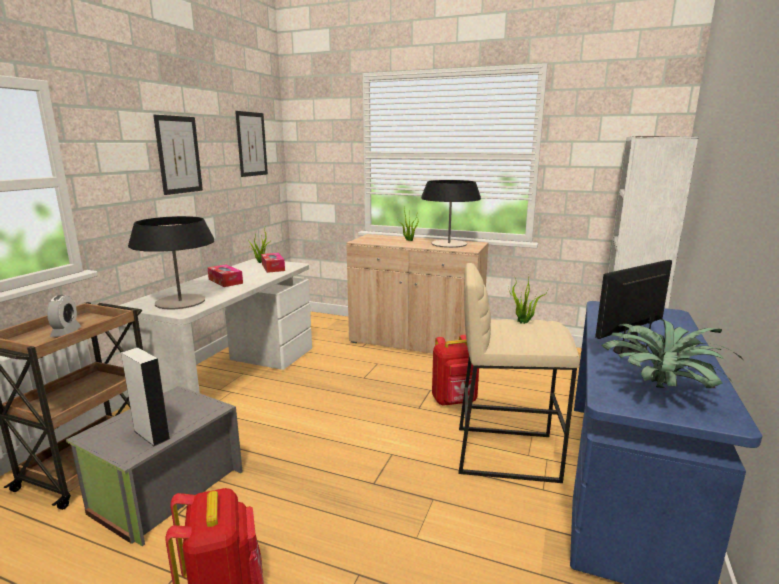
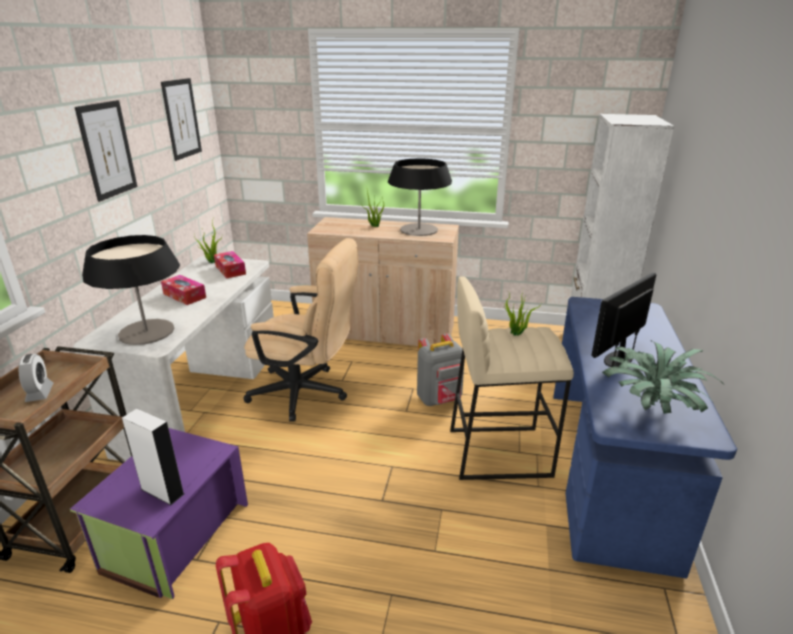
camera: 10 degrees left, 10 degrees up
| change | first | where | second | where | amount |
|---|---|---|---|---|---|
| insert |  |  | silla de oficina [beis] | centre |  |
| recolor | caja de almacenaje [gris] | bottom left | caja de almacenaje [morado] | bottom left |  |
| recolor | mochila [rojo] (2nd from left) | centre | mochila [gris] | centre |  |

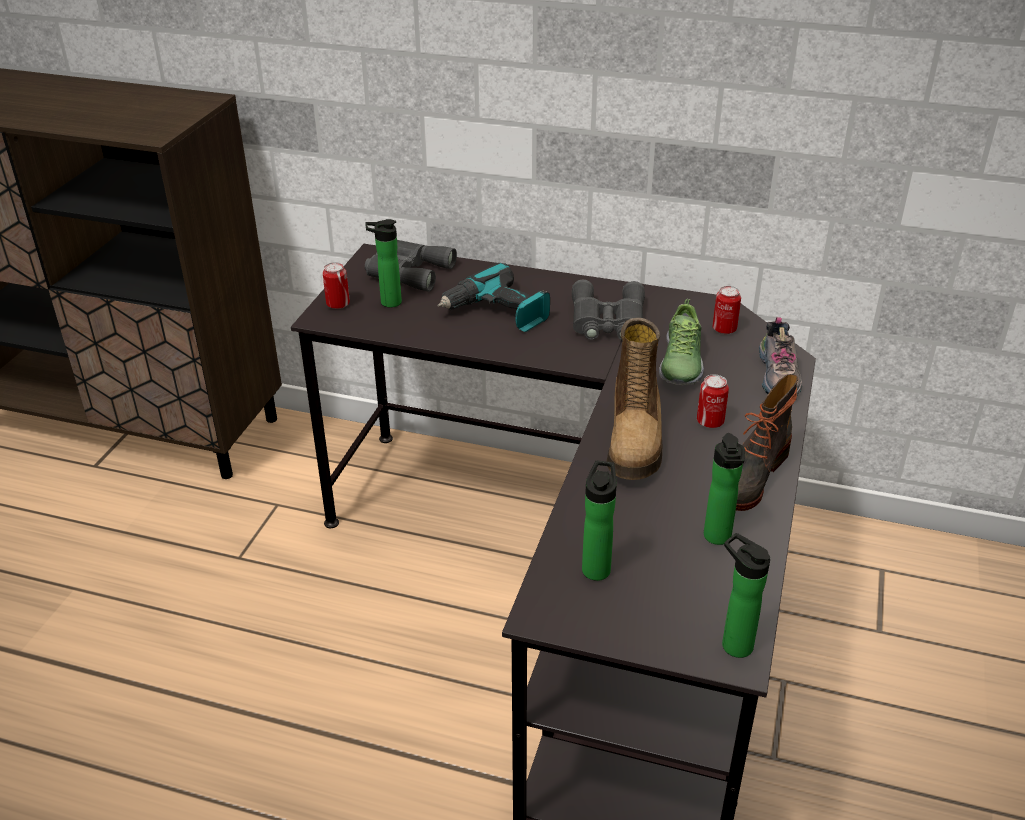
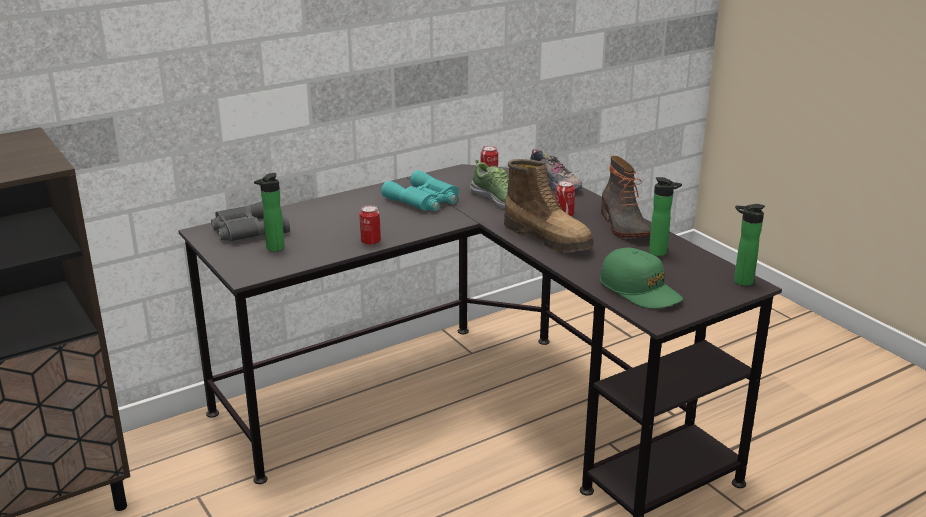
camera: 50 degrees left, 10 degrees down
| change | first | where | second | where | amount |
|---|---|---|---|---|---|
| delete | taladro | centre |  |  |  |
| move | lata (1st from left) | middle left |  | centre |  |
| replace | botella (2nd from left) | centre | gorra [verde] | middle right |  |
| recolor | prismáticos [gris] (2nd from left) | centre | prismáticos [turquesa] | centre |  |

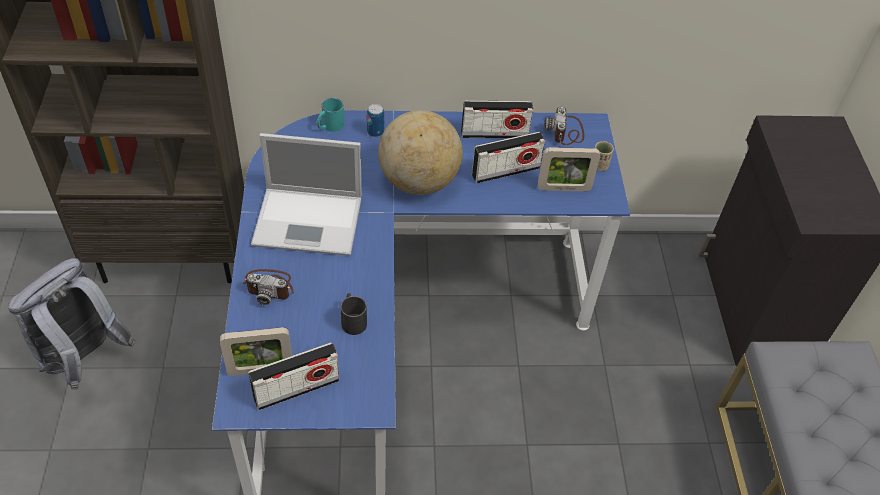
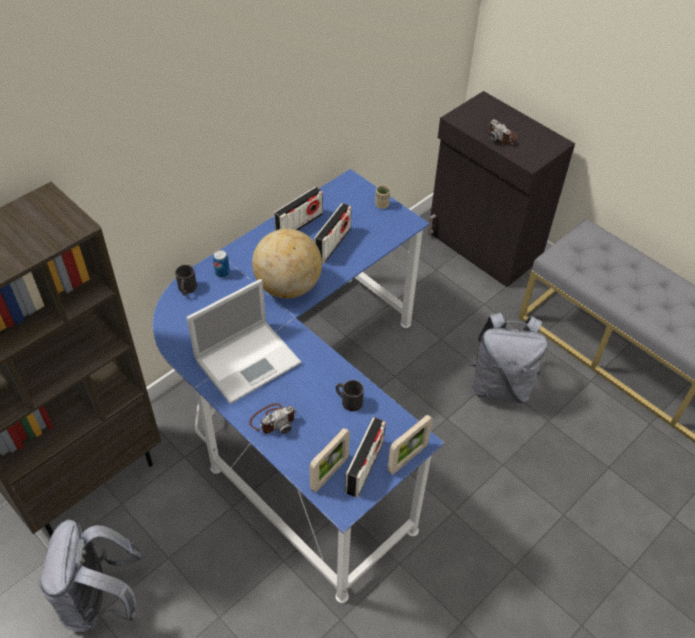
camera: 40 degrees left, 0 degrees up
| change | first | where | second | where | amount |
|---|---|---|---|---|---|
| insert |  |  | mochila [gris] (2nd from left) | middle right |  |
| move | portarretratos (2nd from left) | centre |  | bottom centre |  |
| move | cámara (2nd from left) | top centre |  | top right |  |
| recolor | taza grande [turquesa] | top centre | taza grande [negro] (1st from left) | middle left |  |

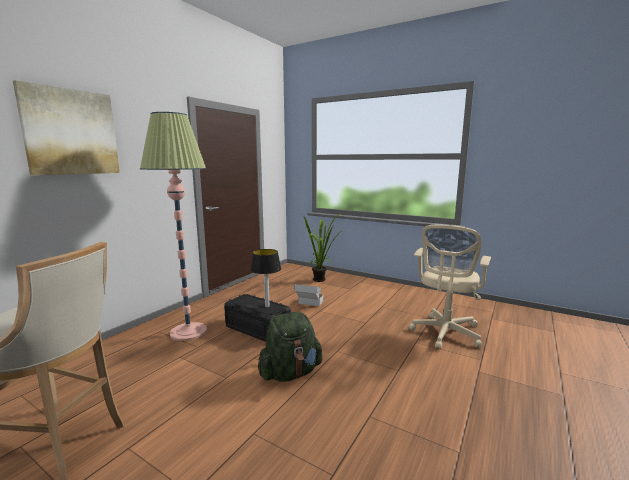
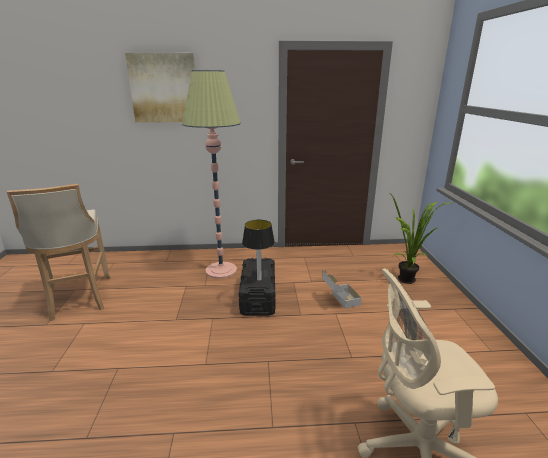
camera: 55 degrees right, 10 degrees up
| change | first | where | second | where | amount |
|---|---|---|---|---|---|
| delete | mochila [verde] | bottom centre |  |  |  |

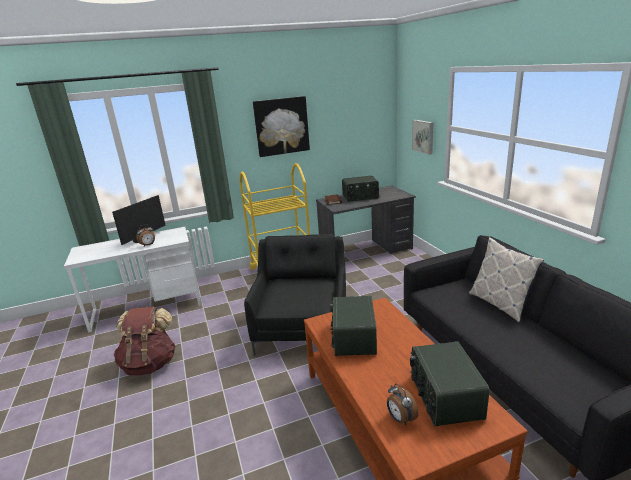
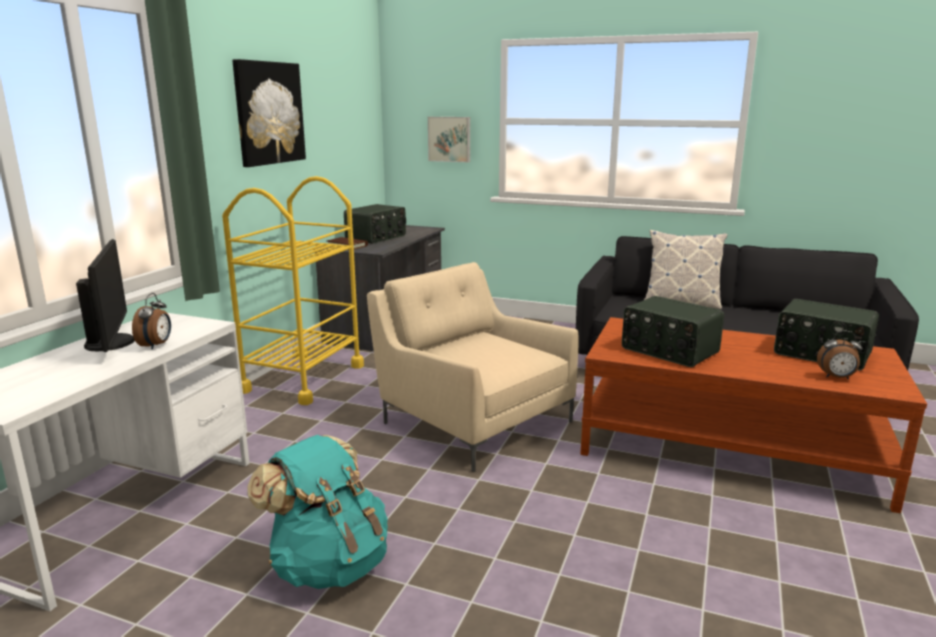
camera: 50 degrees left, 5 degrees down
| change | first | where | second | where | amount |
|---|---|---|---|---|---|
| recolor | mochila [marrón] | bottom left | mochila [turquesa] | bottom centre |  |
| recolor | sillón [negro] | centre | sillón [beis] | centre |  |

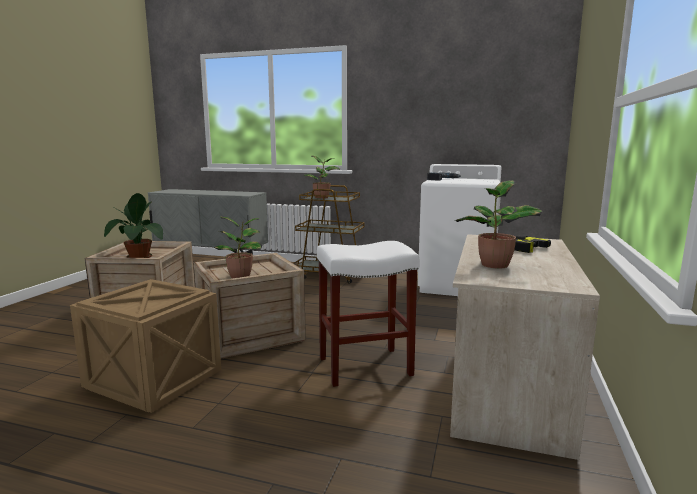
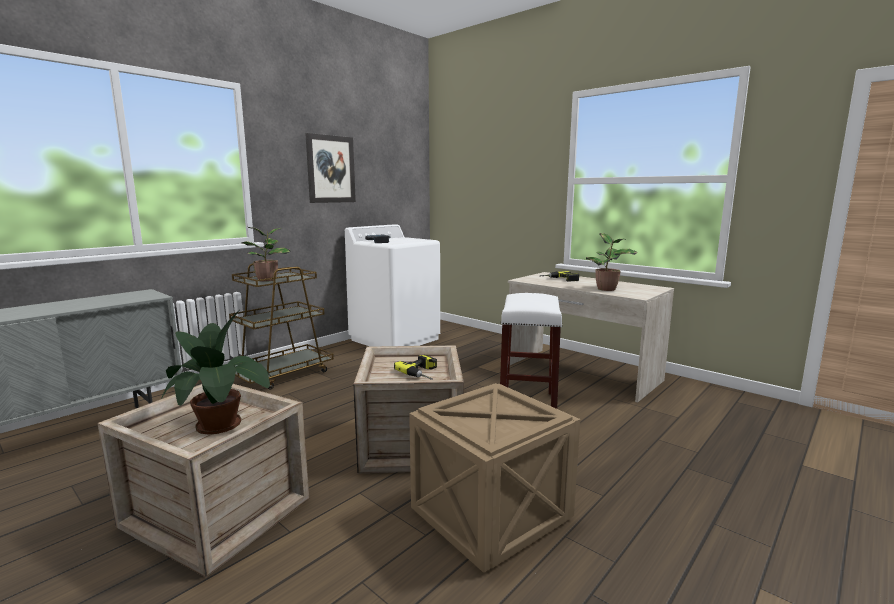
camera: 65 degrees left, 0 degrees up
| change | first | where | second | where | amount |
|---|---|---|---|---|---|
| insert |  |  | cuadro | top centre |  |
| replace | planta en maceta (2nd from left) | centre | taladro (2nd from left) | centre |  |

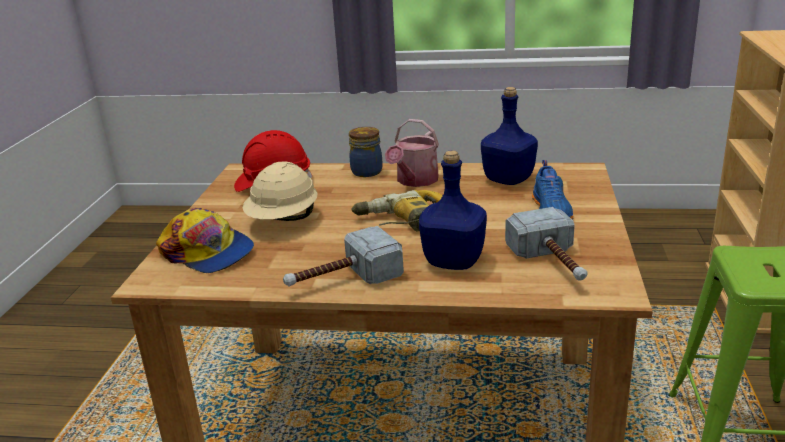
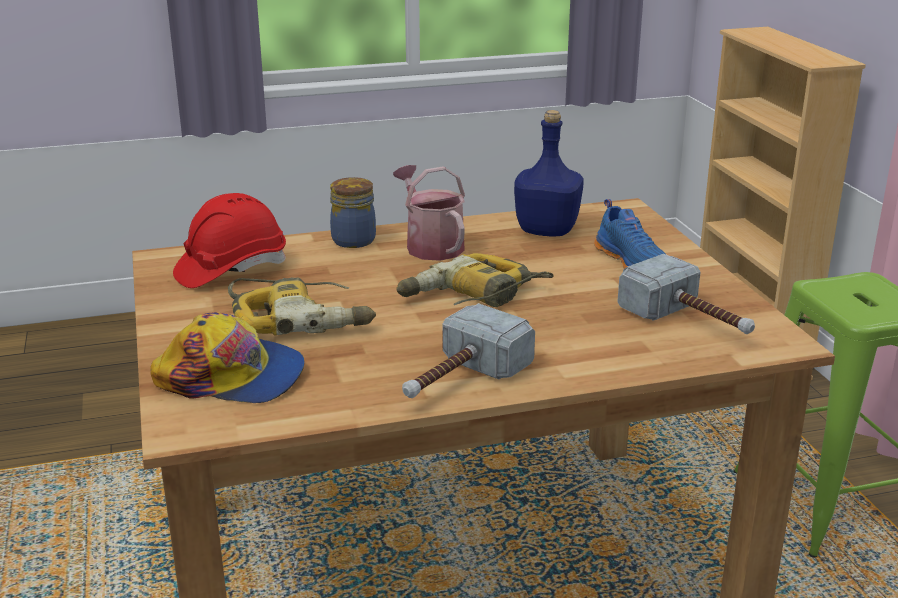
camera: 25 degrees left, 0 degrees up
| change | first | where | second | where | amount |
|---|---|---|---|---|---|
| delete | botella [azul] (1st from left) | centre |  |  |  |
| replace | casco [beis] | centre | taladro (1st from left) | centre |  |
| rotate | regadera | centre |  | centre | 150 degrees clockwise |

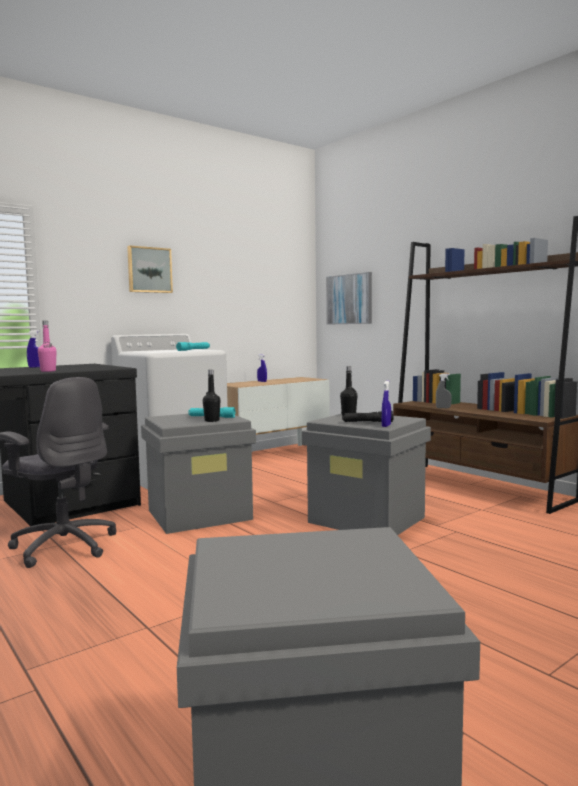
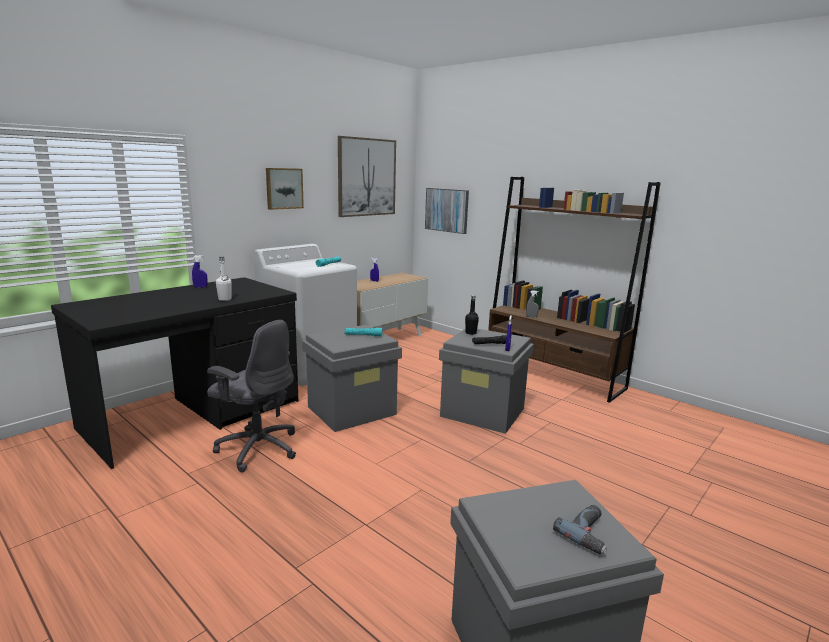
camera: 10 degrees left, 10 degrees up
| change | first | where | second | where | amount |
|---|---|---|---|---|---|
| delete | botella [negro] (1st from left) | centre |  |  |  |
| insert |  |  | cuadro (2nd from left) | top centre |  |
| insert |  |  | taladro | bottom right |  |
| recolor | botella [rosa] | middle left | botella [blanco] | middle left |  |

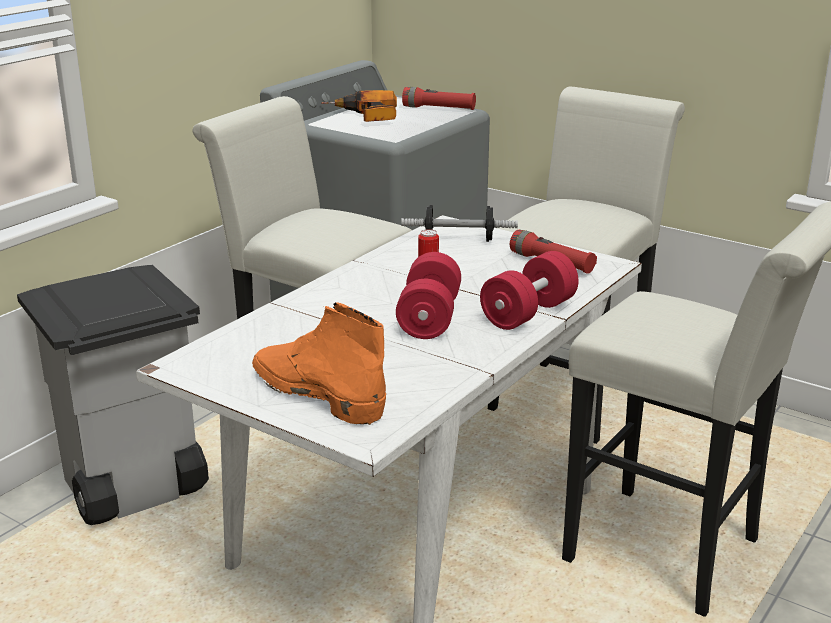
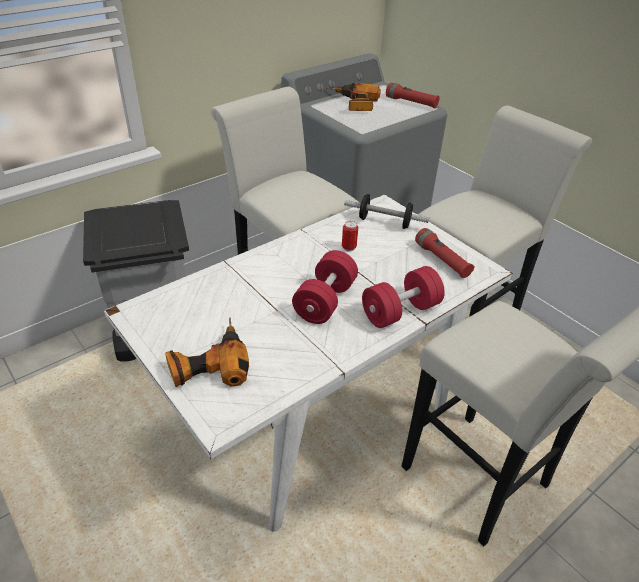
camera: 15 degrees right, 15 degrees up
| change | first | where | second | where | amount |
|---|---|---|---|---|---|
| replace | bota [naranja] | centre | taladro (1st from left) | middle left |  |

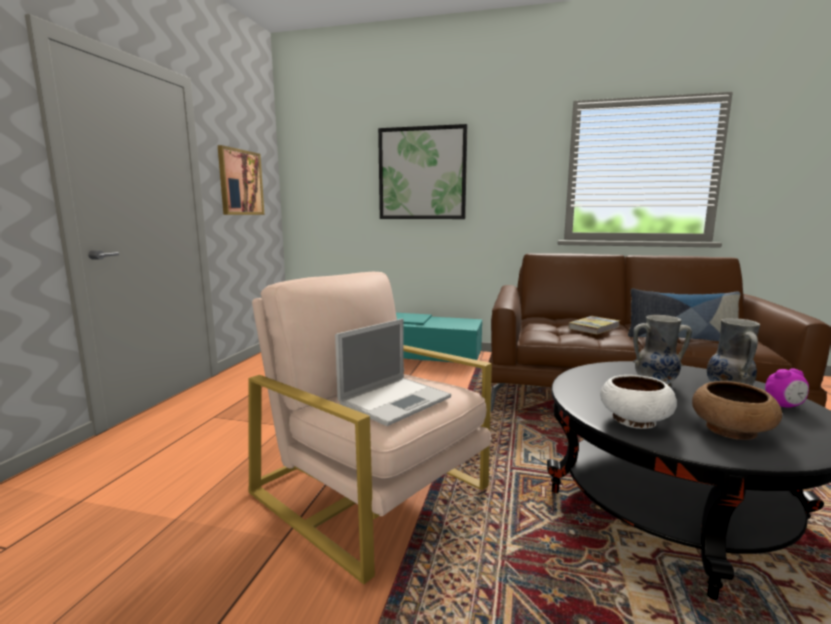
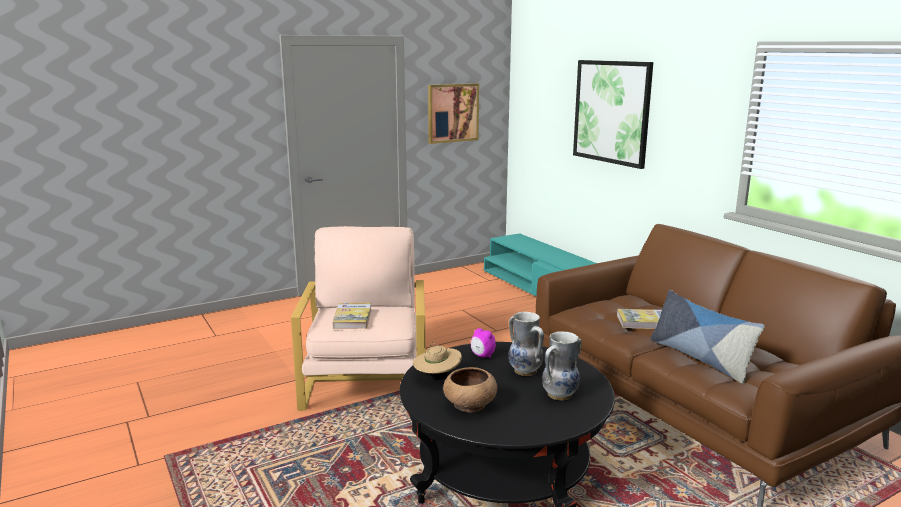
camera: 45 degrees right, 5 degrees up
| change | first | where | second | where | amount |
|---|---|---|---|---|---|
| move | despertador | middle right |  | bottom centre |  |
| replace | portátil | centre | libro (1st from left) | centre |  |
| replace | cuenco [blanco] | middle right | sombrero [beis] | bottom centre |  |

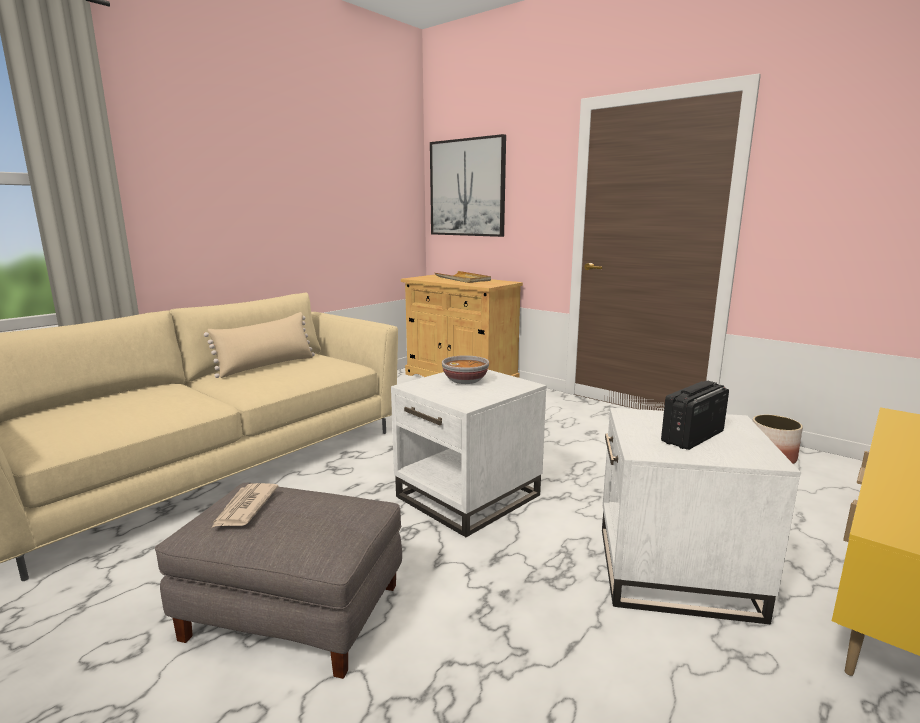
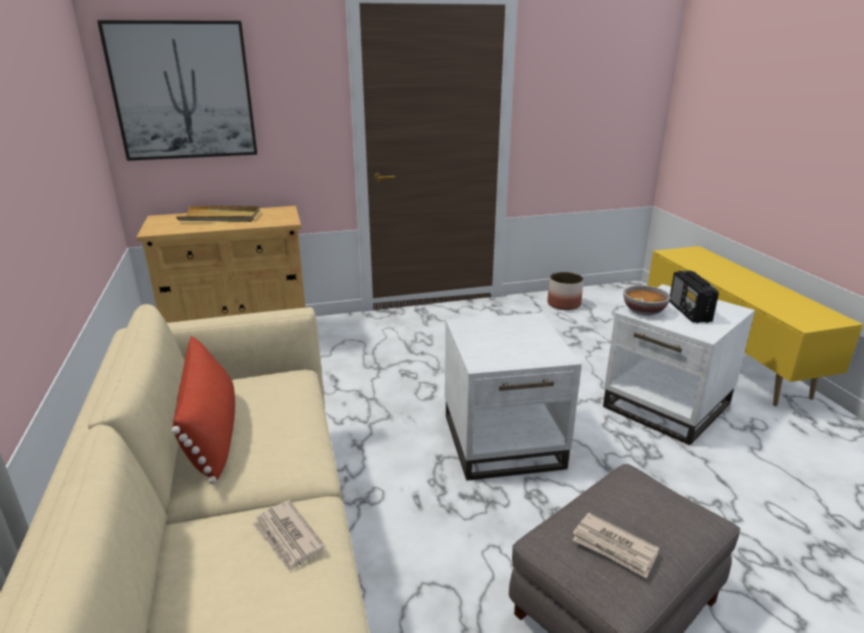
camera: 55 degrees left, 10 degrees up
| change | first | where | second | where | amount |
|---|---|---|---|---|---|
| insert |  |  | periódico (1st from left) | bottom centre |  |
| move | cuenco | centre |  | middle right |  |
| recolor | cojín [beis] | middle left | cojín [rojo] | middle left |  |

